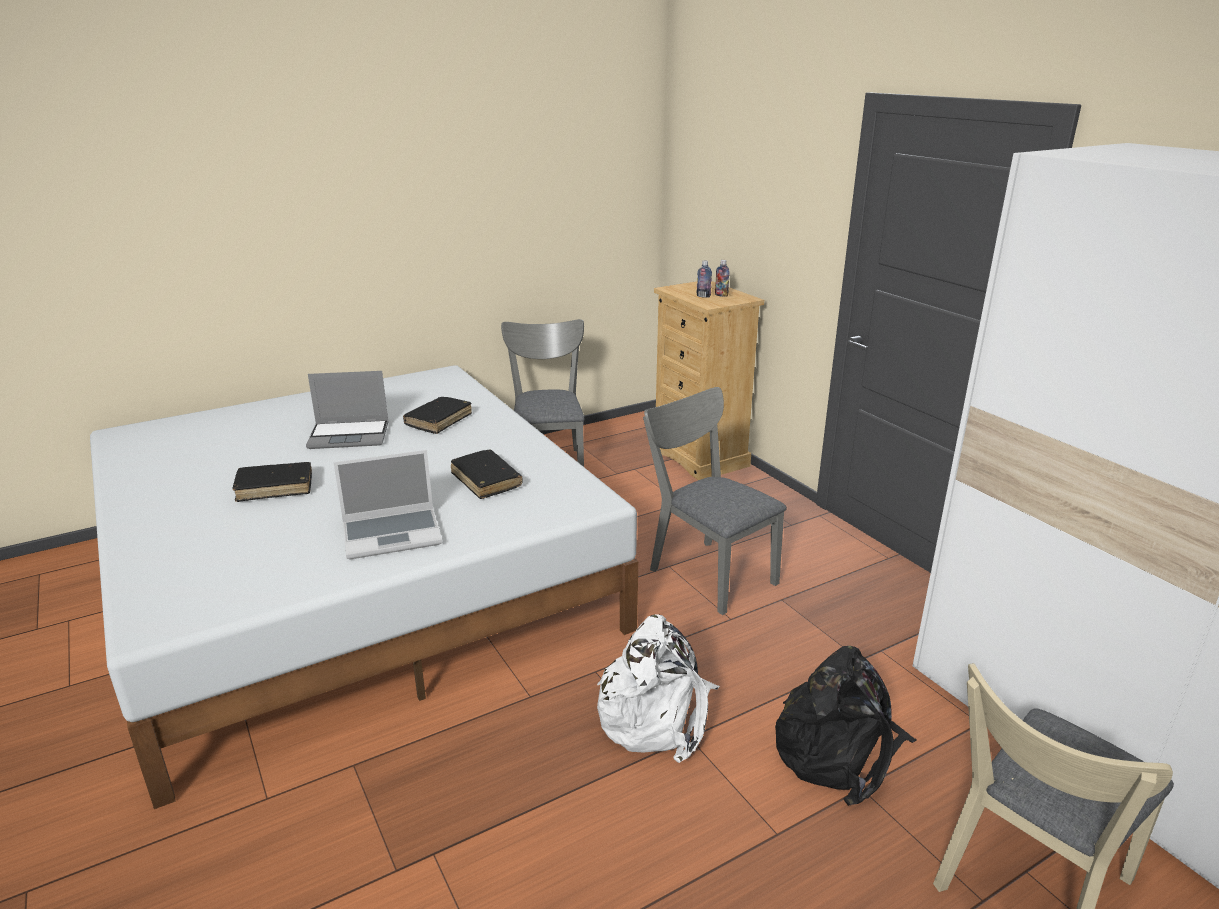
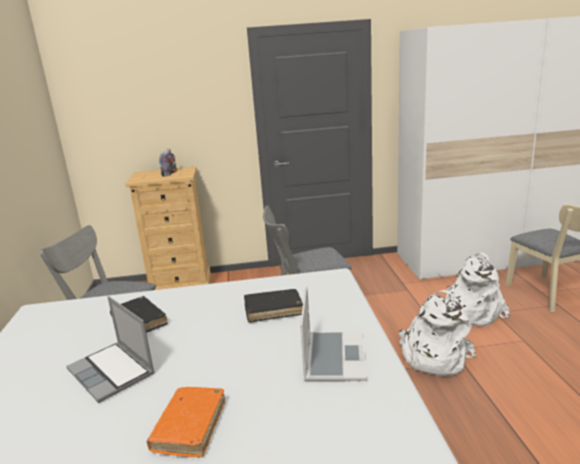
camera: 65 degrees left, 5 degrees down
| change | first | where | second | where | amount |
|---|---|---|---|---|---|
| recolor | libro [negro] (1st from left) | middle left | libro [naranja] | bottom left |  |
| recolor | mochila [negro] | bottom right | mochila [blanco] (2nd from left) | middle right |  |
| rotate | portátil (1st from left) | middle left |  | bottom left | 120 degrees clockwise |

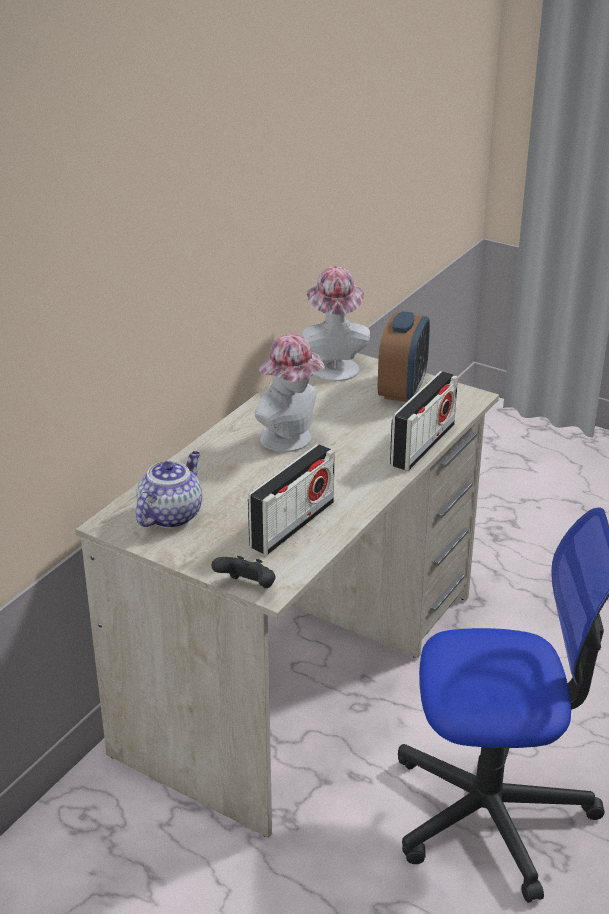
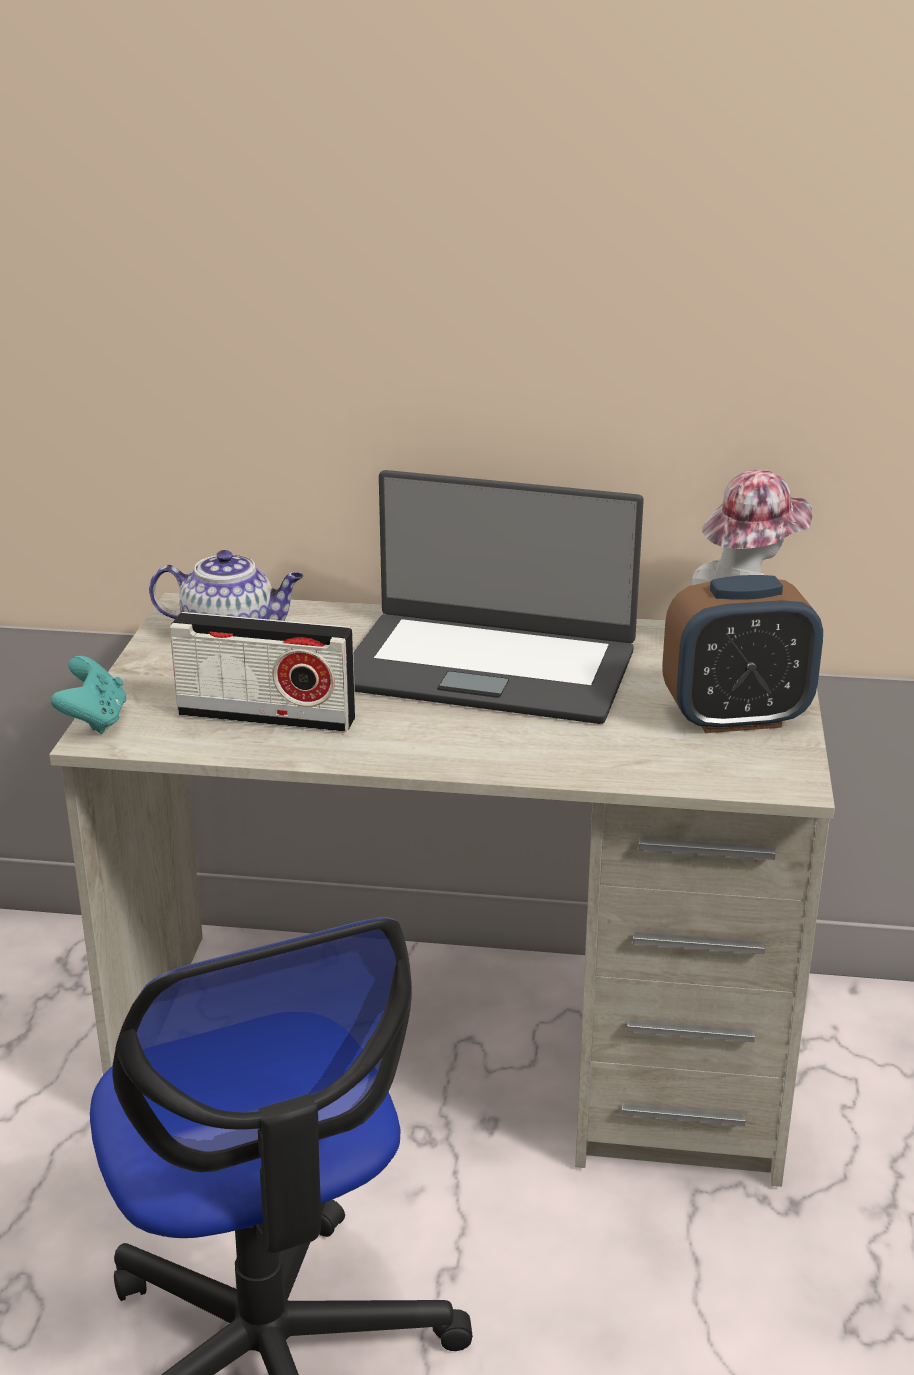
camera: 65 degrees right, 5 degrees down
| change | first | where | second | where | amount |
|---|---|---|---|---|---|
| delete | radio (2nd from left) | middle right |  |  |  |
| replace | sombrero (1st from left) | centre | portátil | centre |  |
| recolor | mando de consola [negro] | centre | mando de consola [turquesa] | middle left |  |

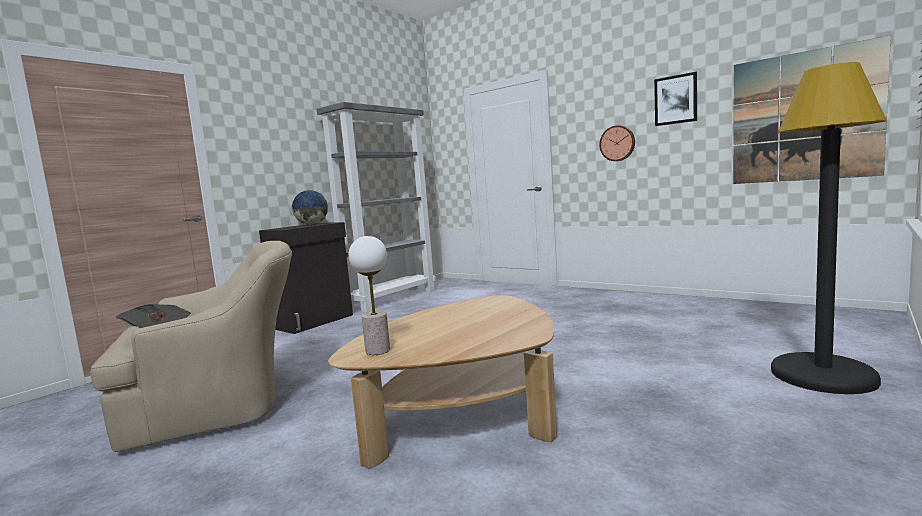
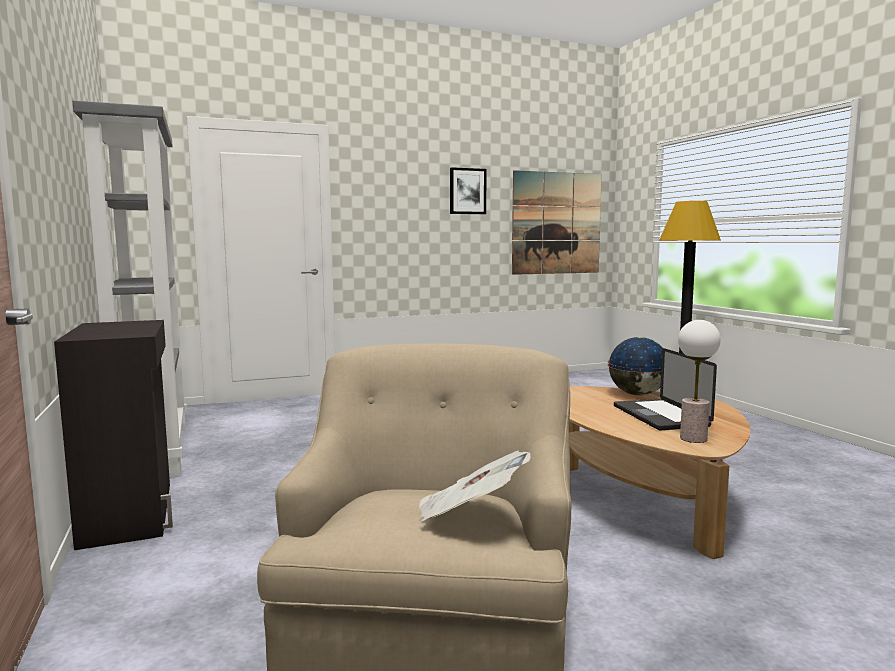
camera: 60 degrees left, 0 degrees up
| change | first | where | second | where | amount |
|---|---|---|---|---|---|
| delete | reloj de pared | top right |  |  |  |
| insert |  |  | portátil | middle right |  |
| move | globo terráqueo | centre |  | middle right |  |

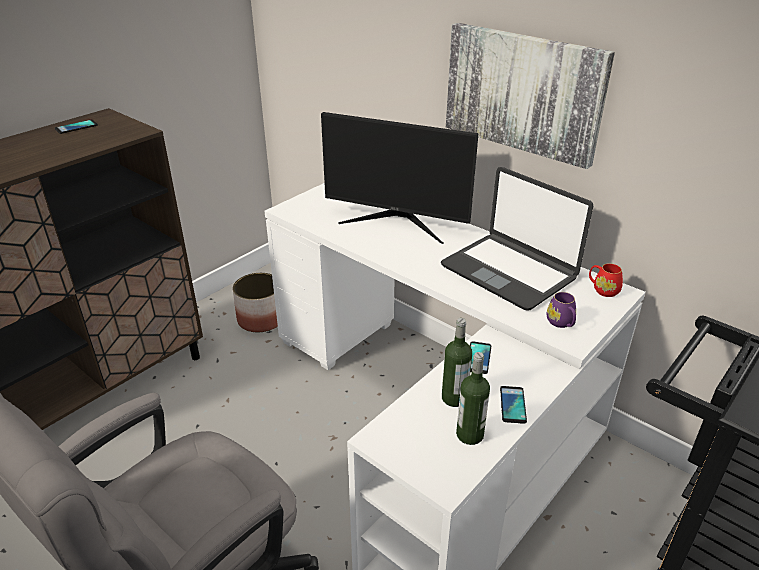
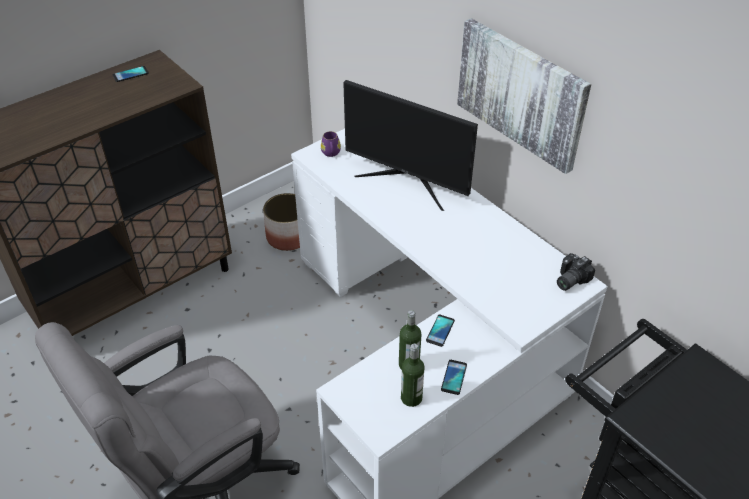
camera: 10 degrees right, 10 degrees up
| change | first | where | second | where | amount |
|---|---|---|---|---|---|
| delete | portátil | middle right |  |  |  |
| move | taza grande [morado] | middle right |  | top centre |  |
| replace | taza grande [rojo] | middle right | cámara | middle right |  |

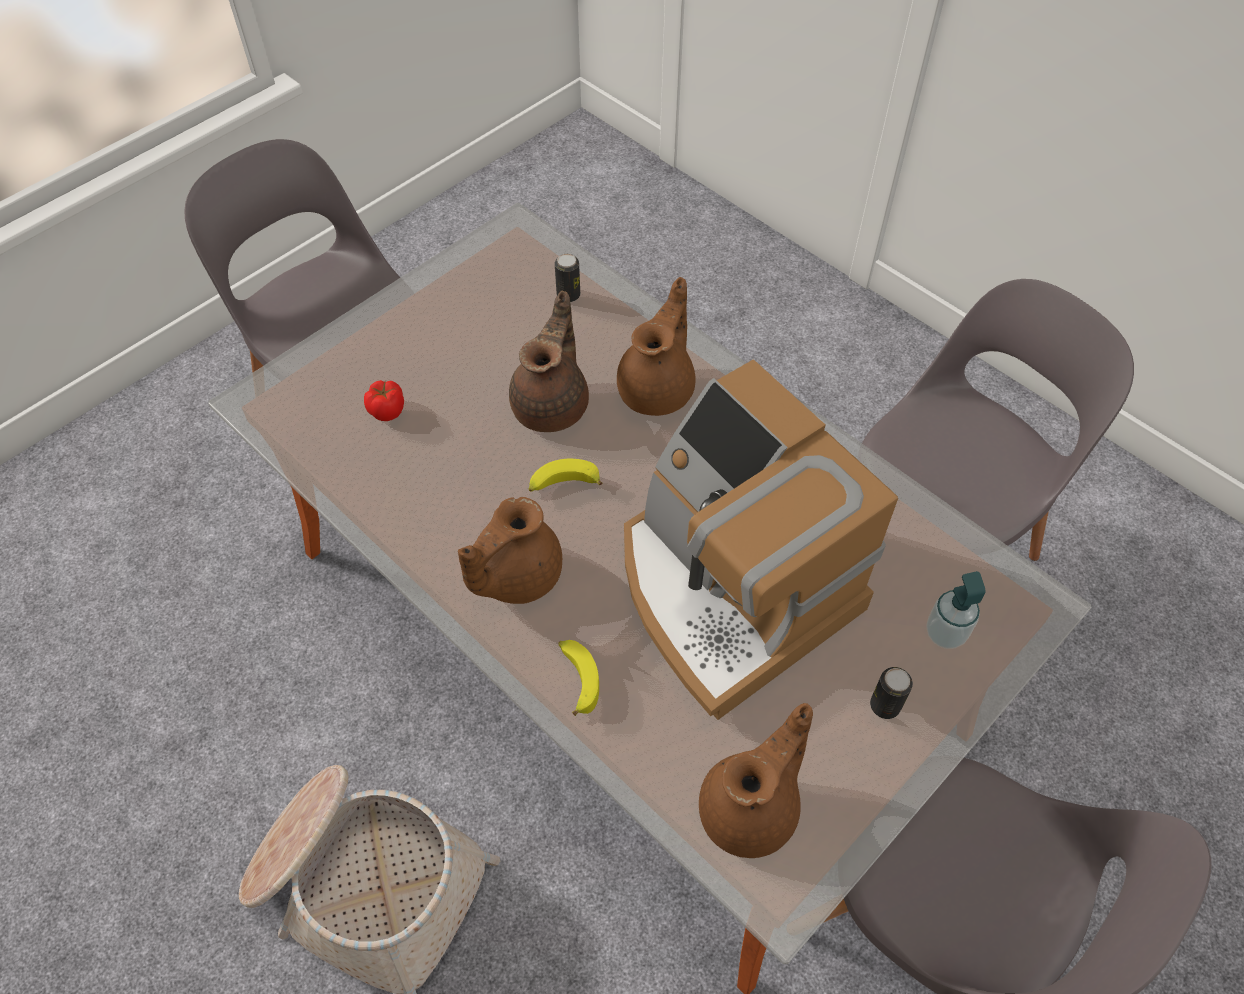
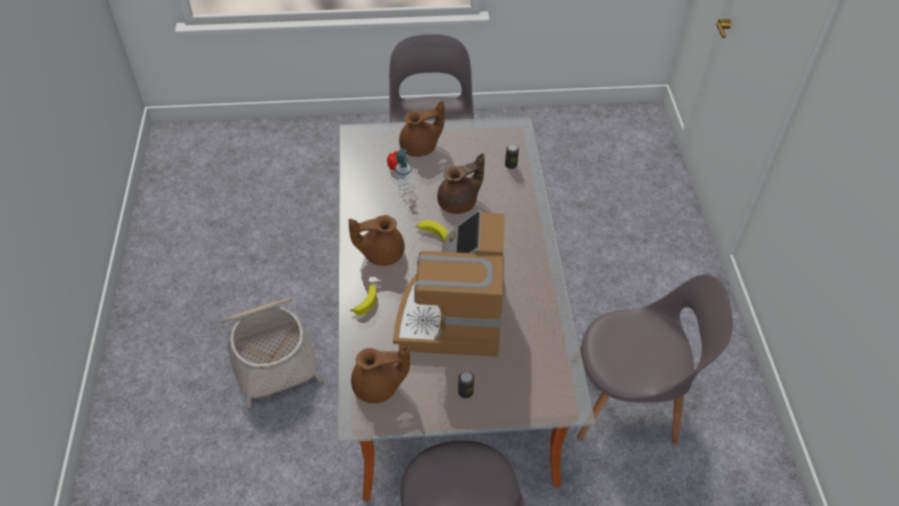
camera: 40 degrees right, 5 degrees down
| change | first | where | second | where | amount |
|---|---|---|---|---|---|
| move | tetera [marrón] (3rd from left) | centre |  | top centre |  |
| move | dispensador de jabón | middle right |  | top centre |  |

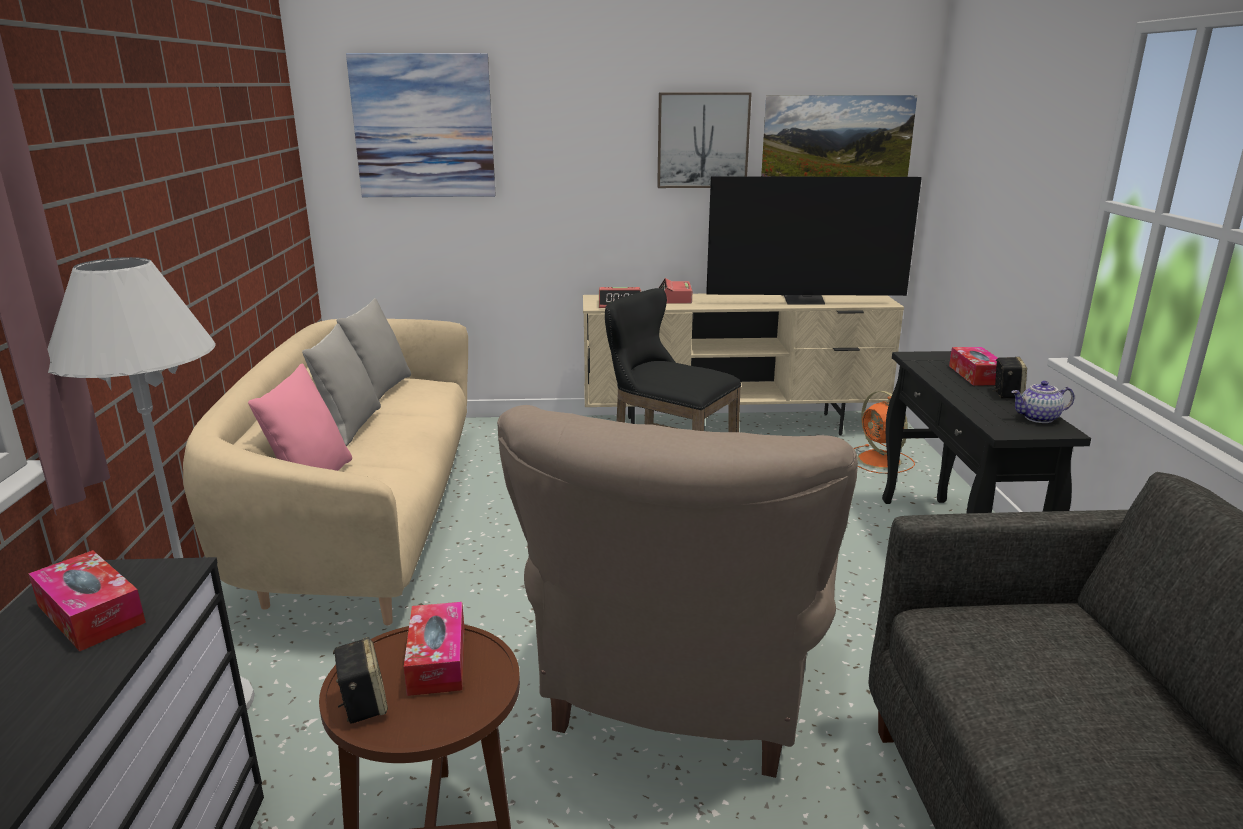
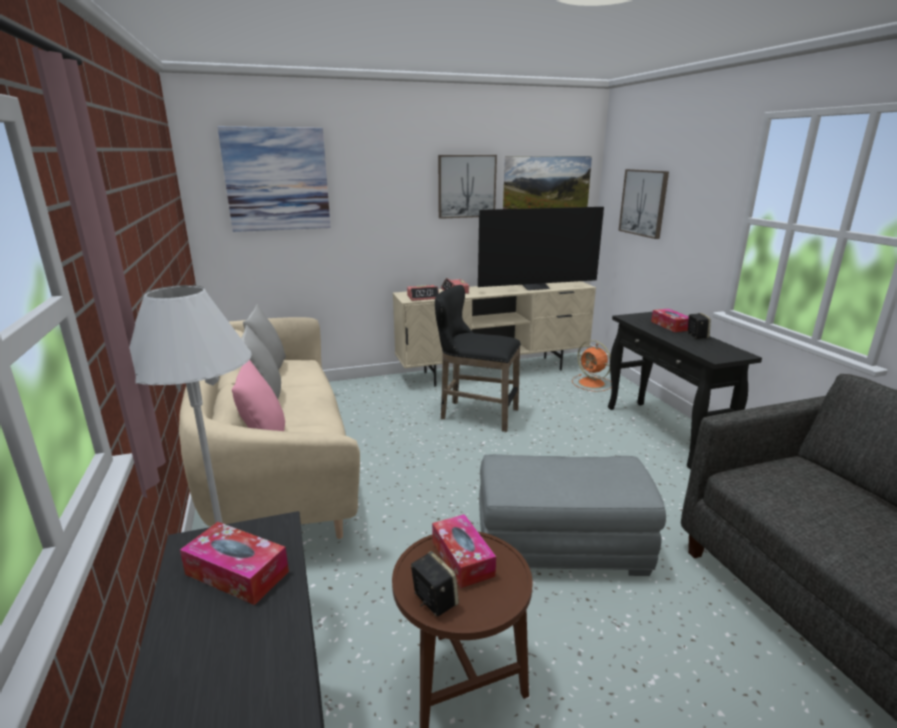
camera: 15 degrees left, 0 degrees up
| change | first | where | second | where | amount |
|---|---|---|---|---|---|
| delete | tetera | middle right |  |  |  |
| insert |  |  | cuadro (4th from left) | top right |  |
| replace | sillón [beis] | bottom centre | puf [gris] | bottom centre |  |

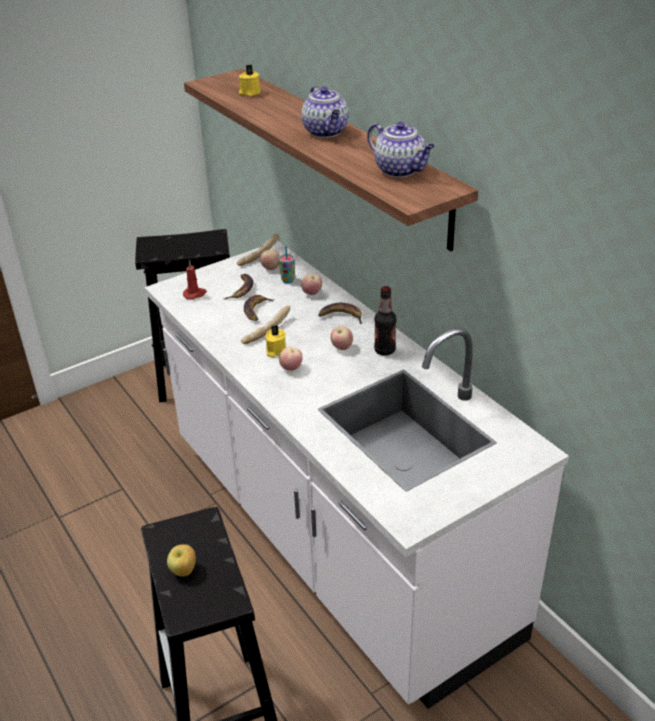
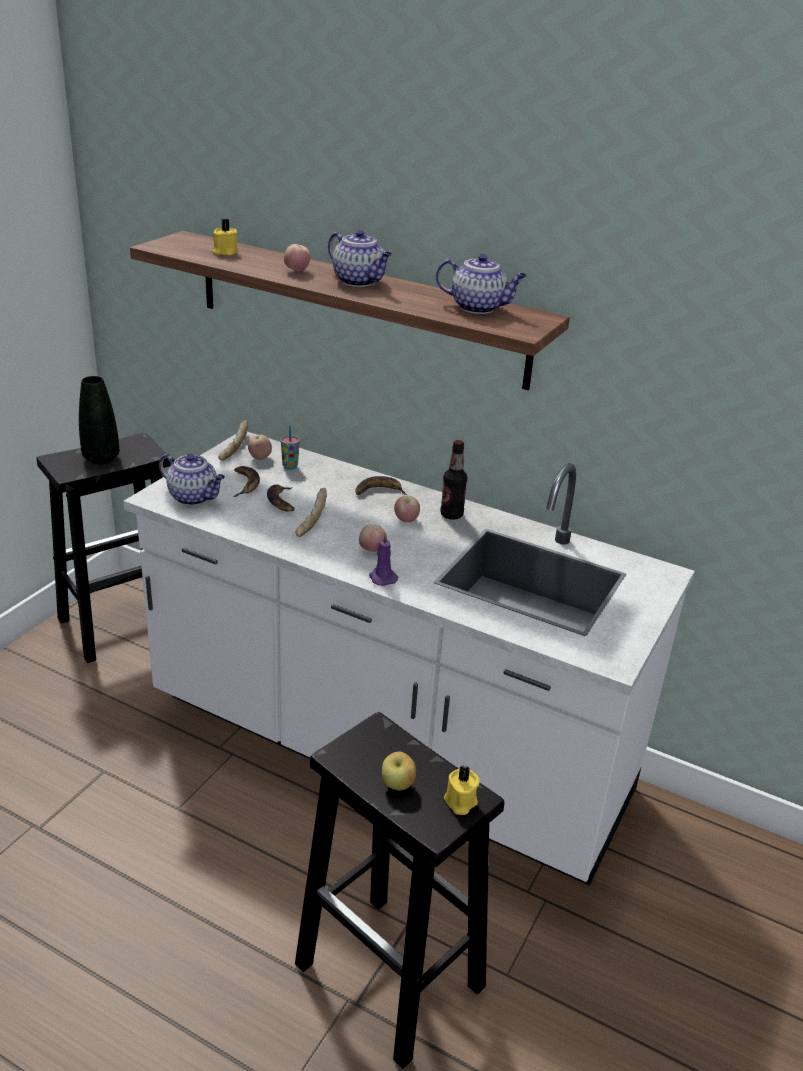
camera: 30 degrees left, 5 degrees down
| change | first | where | second | where | amount |
|---|---|---|---|---|---|
| insert |  |  | florero [negro] | middle left |  |
| insert |  |  | vela [morado] | centre |  |
| move | vela [amarillo] (2nd from left) | centre |  | bottom centre |  |
| move | manzana (4th from left in the first image) | centre | manzana (2nd from left) | top centre |  |
| replace | vela [rojo] | middle left | tetera (1st from left) | middle left |  |

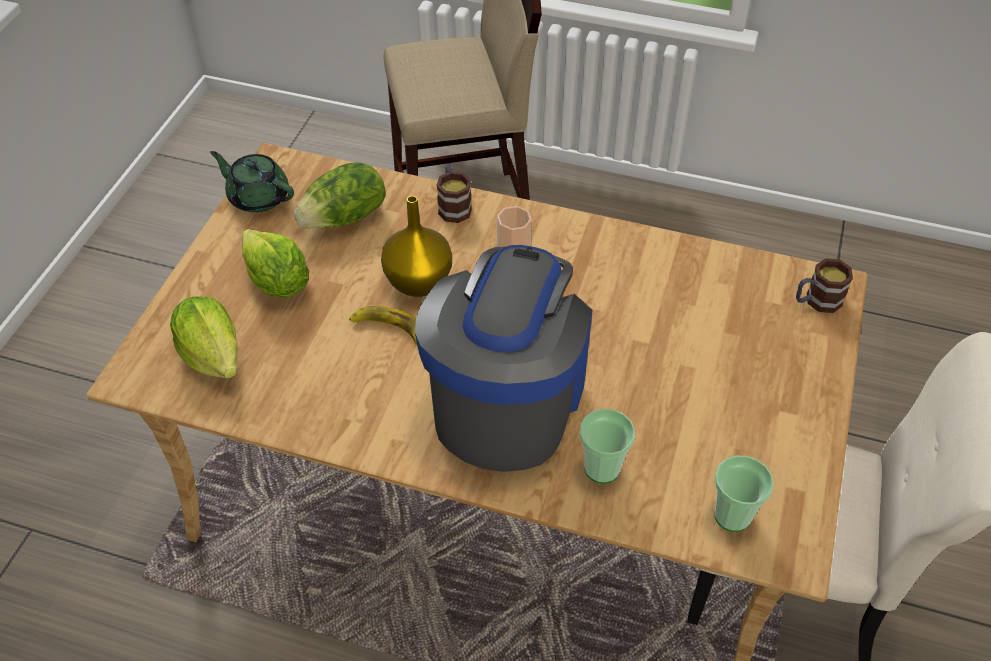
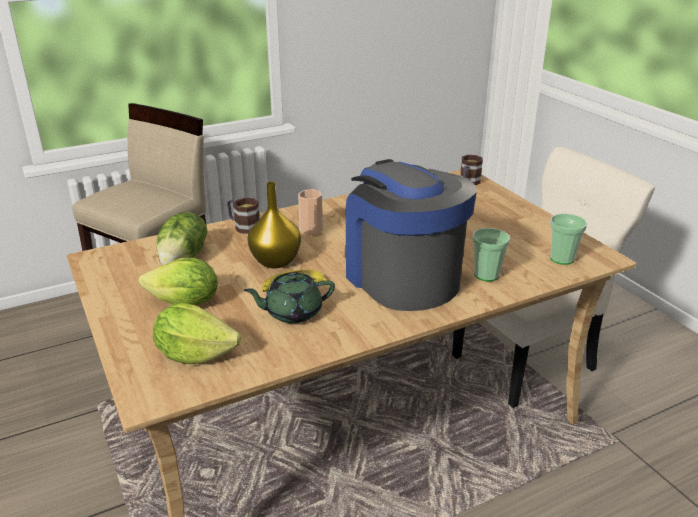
camera: 45 degrees left, 20 degrees down
| change | first | where | second | where | amount |
|---|---|---|---|---|---|
| move | tetera [verde] | top left |  | centre |  |

